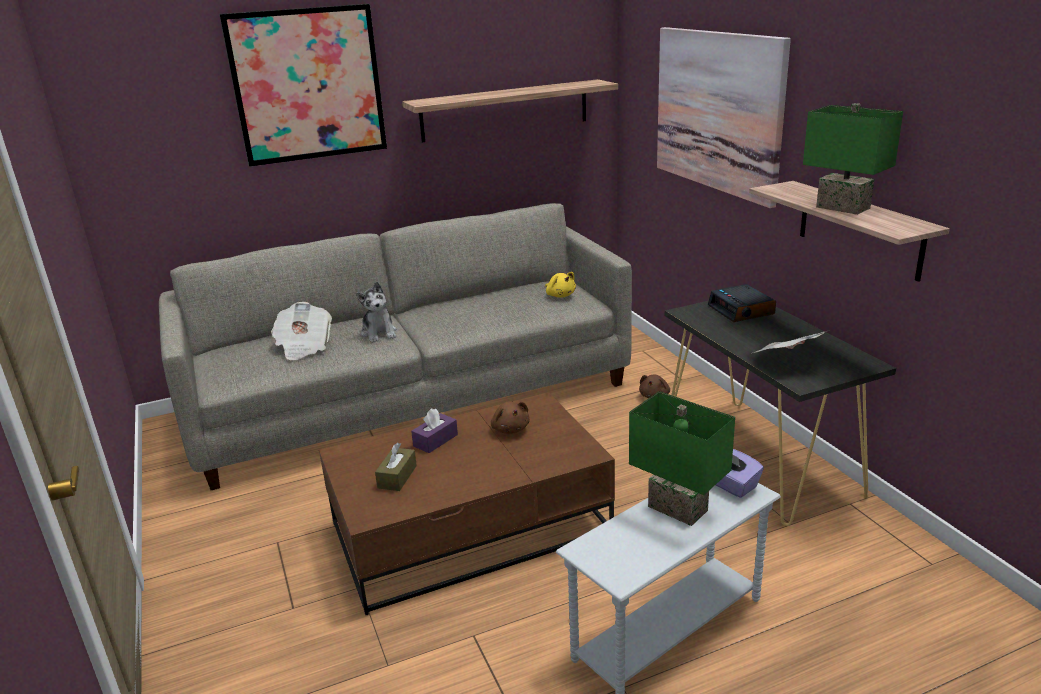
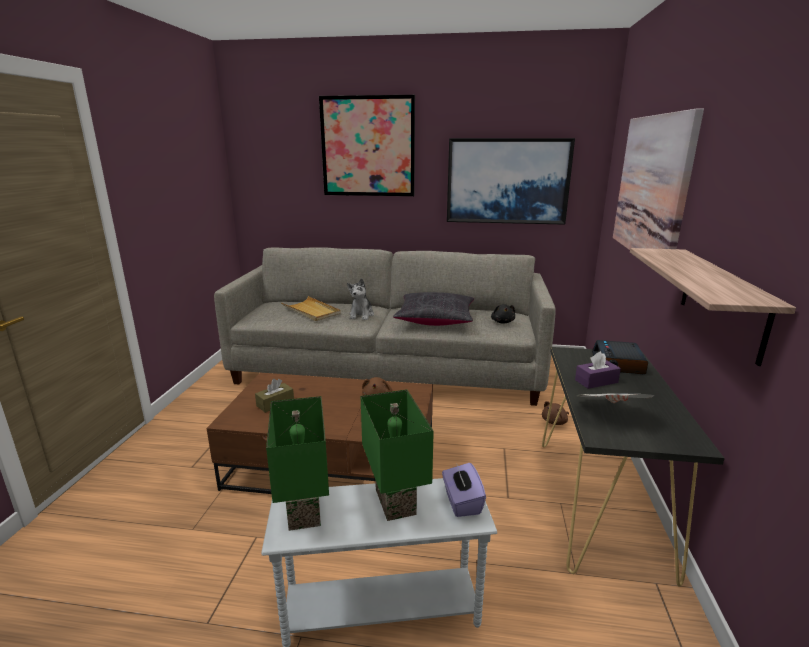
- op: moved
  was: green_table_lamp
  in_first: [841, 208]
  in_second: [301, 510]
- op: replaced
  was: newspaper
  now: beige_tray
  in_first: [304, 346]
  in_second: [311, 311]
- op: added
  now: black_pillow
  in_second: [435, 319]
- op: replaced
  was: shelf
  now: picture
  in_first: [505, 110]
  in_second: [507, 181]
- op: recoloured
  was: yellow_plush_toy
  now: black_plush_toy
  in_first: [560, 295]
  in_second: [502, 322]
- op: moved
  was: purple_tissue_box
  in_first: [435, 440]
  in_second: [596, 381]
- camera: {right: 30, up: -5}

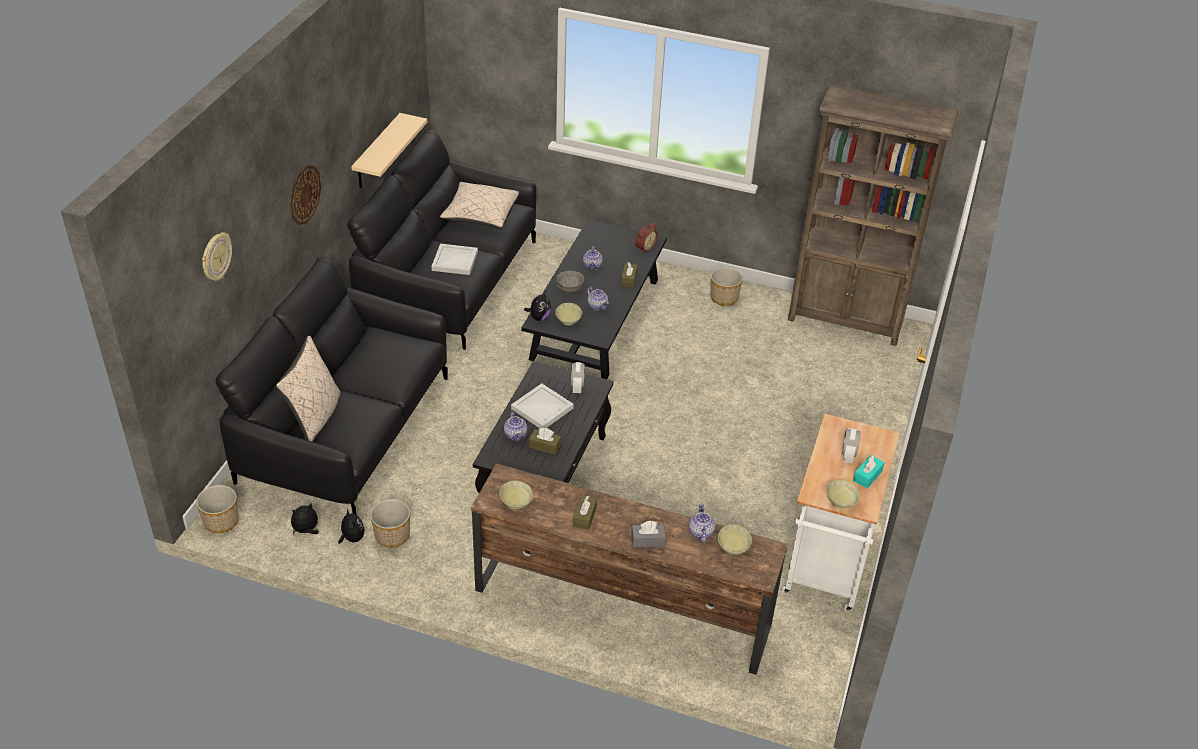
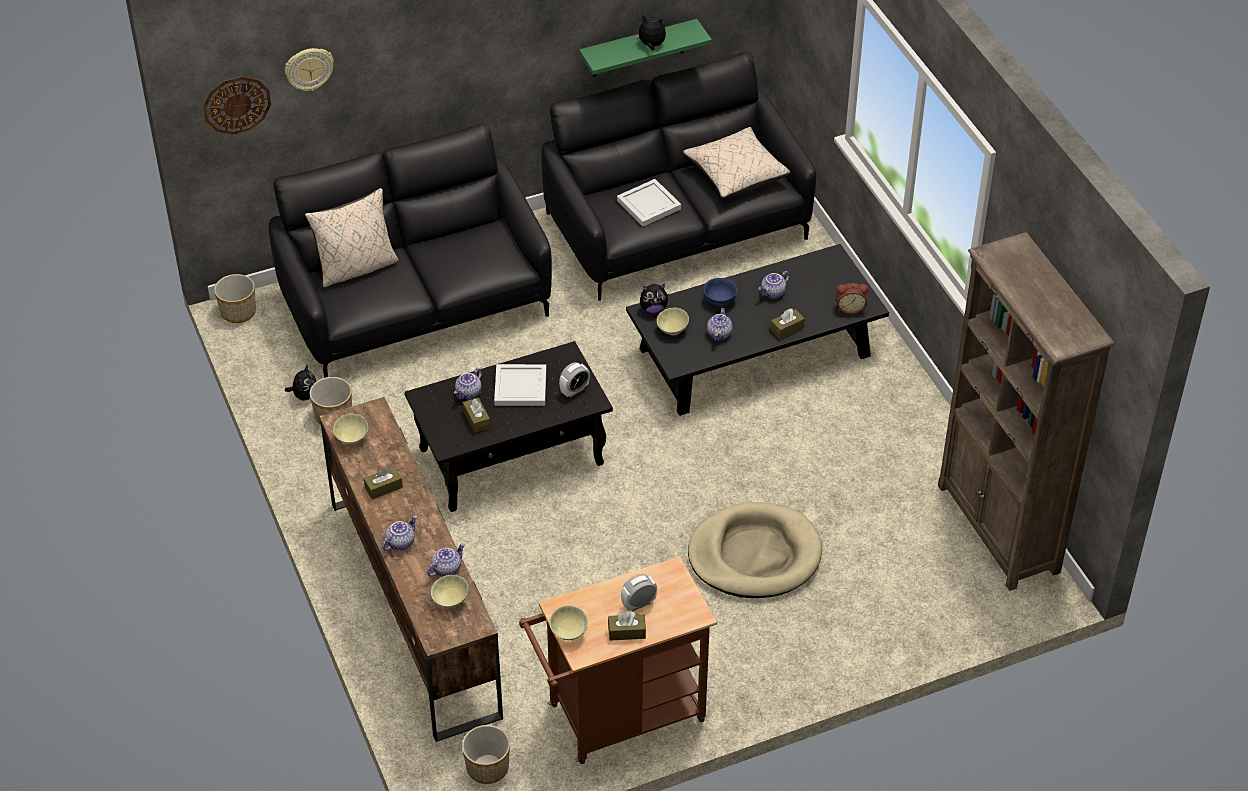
- op: moved
  was: wall_clock
  in_first: [304, 194]
  in_second: [236, 104]
- op: replaced
  was: grey_tissue_box
  now: teapot
  in_first: [647, 540]
  in_second: [400, 542]
- op: moved
  was: planter
  in_first: [723, 298]
  in_second: [487, 767]
- op: recoloured
  was: white_cart
  now: brown_cart
  in_first: [826, 568]
  in_second: [617, 717]
- op: recoloured
  was: beige_shelf
  now: green_shelf
  in_first: [377, 152]
  in_second: [638, 49]
- op: recoloured
  was: turquoise_tissue_box
  now: brown_tissue_box
  in_first: [867, 476]
  in_second: [627, 632]
- op: moved
  was: plush_toy
  in_first: [306, 530]
  in_second: [651, 45]
- op: added
  now: beige_dog_bed
  in_second: [754, 555]
- op: recoloured
  was: grey_bowl
  now: blue_bowl
  in_first: [569, 289]
  in_second: [719, 300]
- camera: {right: 50, up: 5}

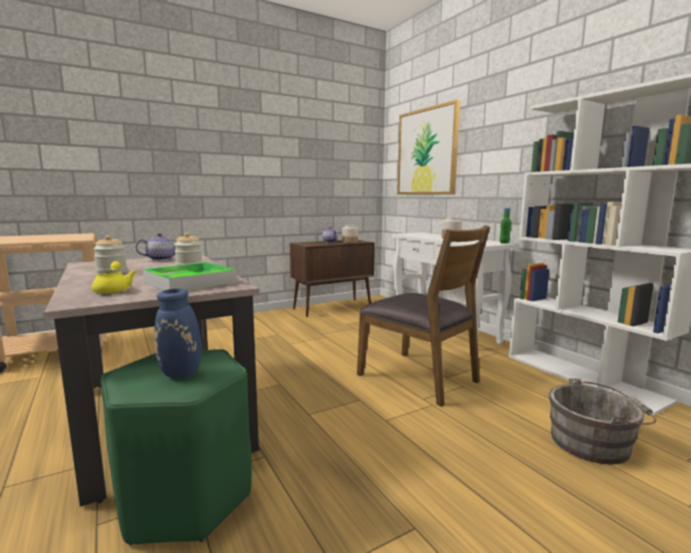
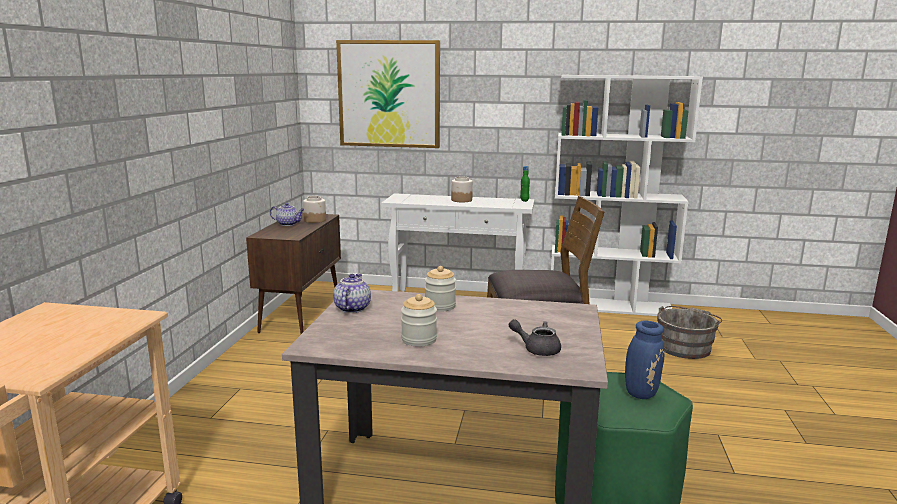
- op: recoloured
  was: yellow_teapot
  now: grey_teapot
  in_first: [114, 290]
  in_second: [537, 349]
- op: removed
  was: tray
  in_first: [190, 282]
- camera: {right: -50, up: 5}

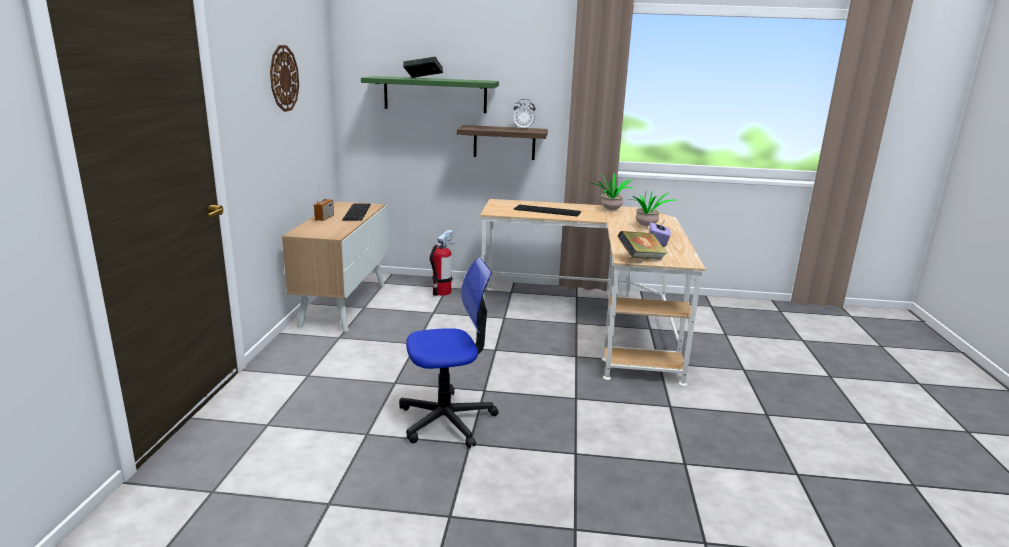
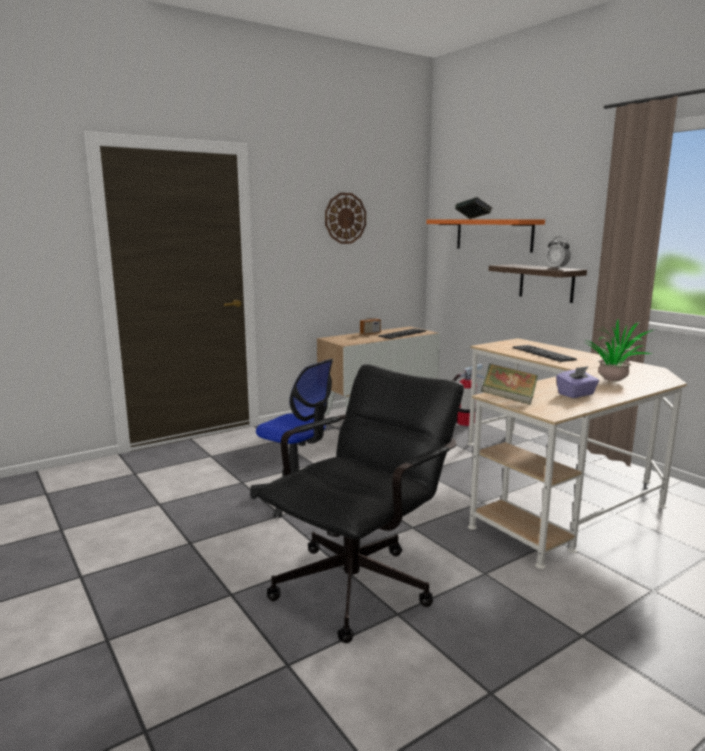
- op: added
  now: black_office_chair
  in_second: [362, 581]
- op: recoloured
  was: green_shelf
  now: orange_shelf
  in_first: [435, 94]
  in_second: [493, 235]
- camera: {right: 50, up: -5}

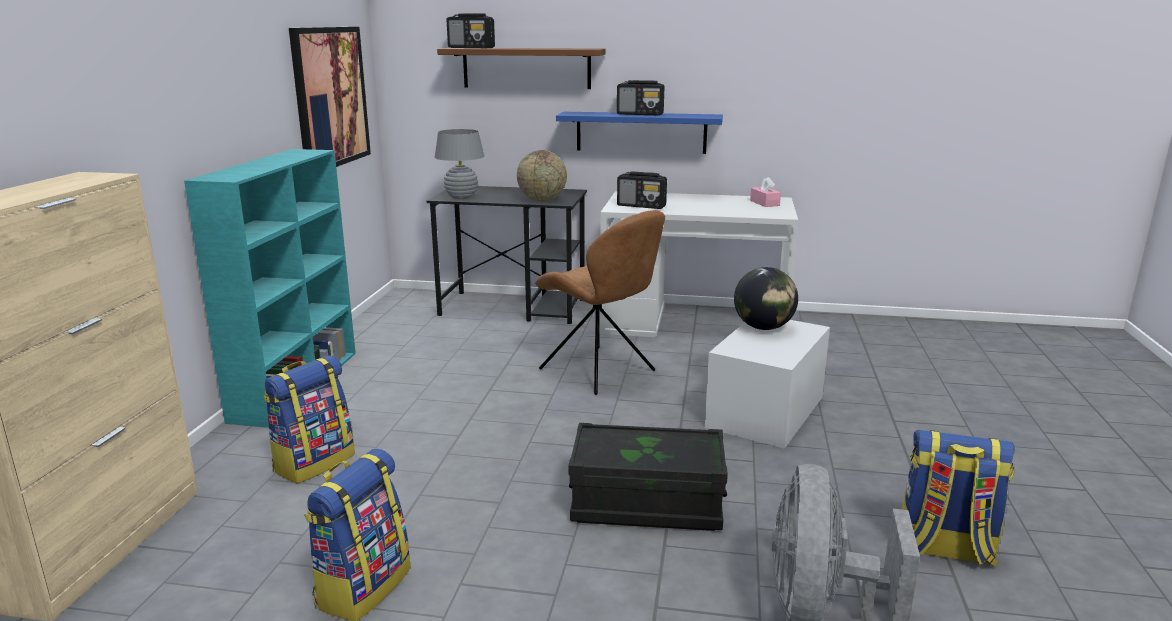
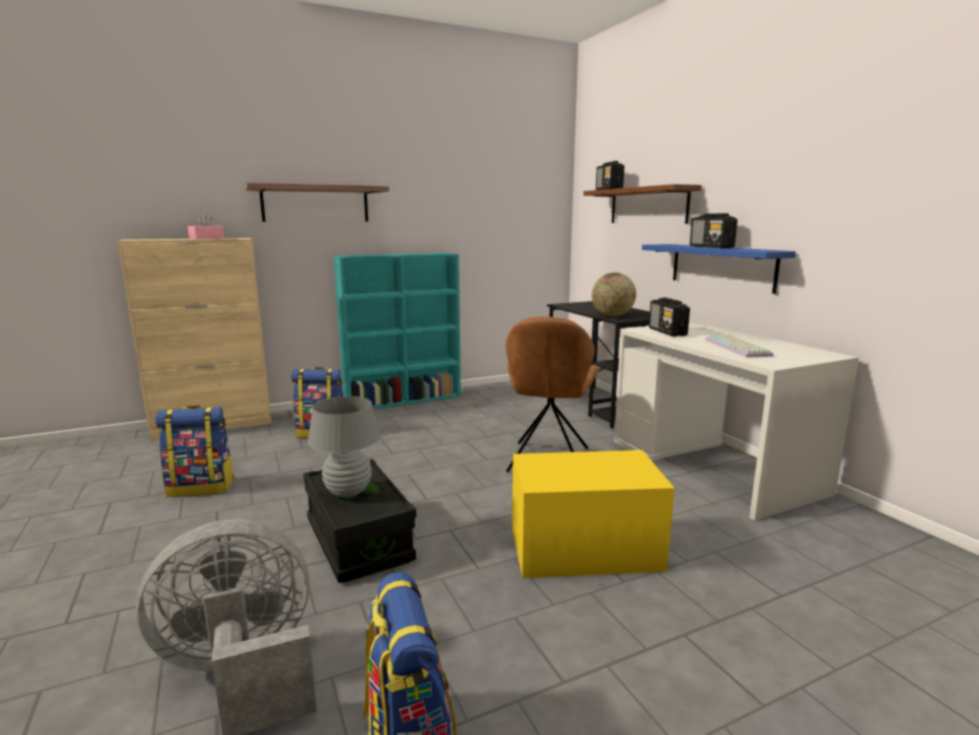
- op: moved
  was: pink_tissue_box
  in_first: [764, 203]
  in_second: [206, 238]
- op: added
  now: shelf
  in_second: [315, 204]
- op: moved
  was: grey_table_lamp
  in_first: [461, 197]
  in_second: [348, 491]
- op: recoloured
  was: white_storage_box
  now: yellow_storage_box
  in_first: [765, 411]
  in_second: [584, 548]
- op: added
  now: keyboard
  in_second: [739, 348]
- op: removed
  was: picture
  in_first: [330, 97]
- op: removed
  was: globe
  in_first: [763, 327]
- camera: {right: 55, up: -5}

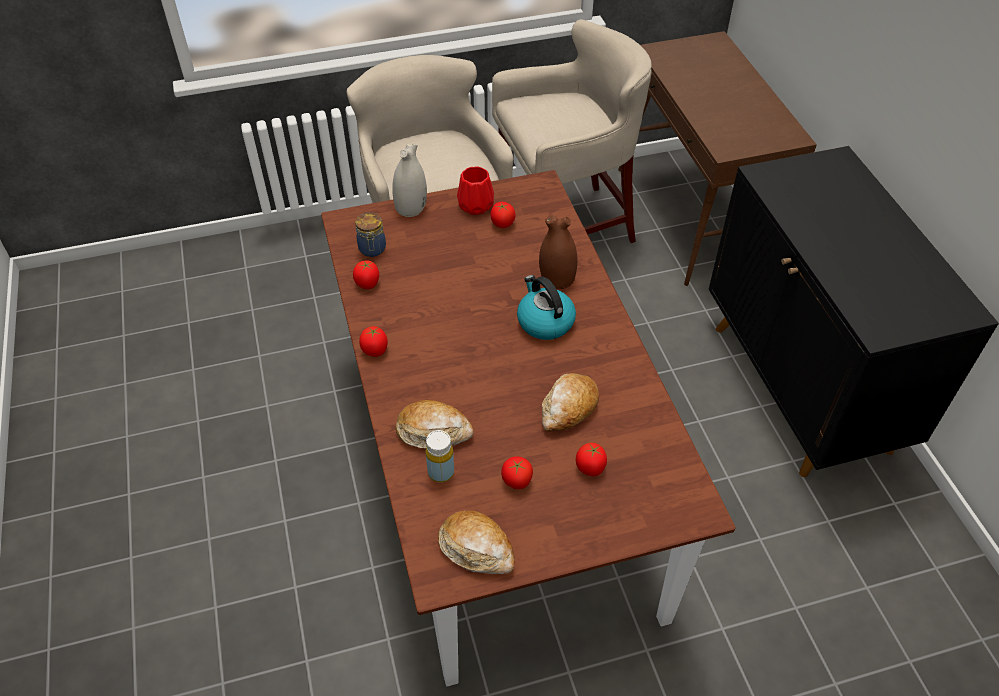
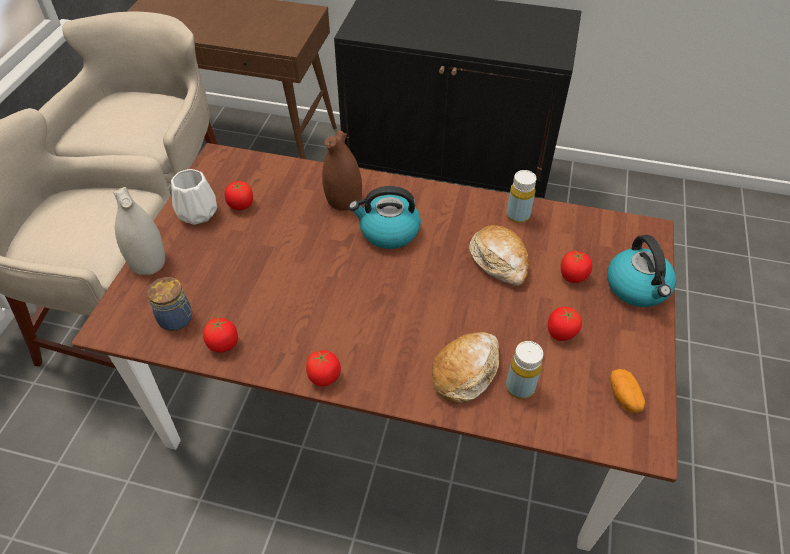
- op: recoloured
  was: red_vase
  now: white_vase
  in_first: [475, 205]
  in_second: [196, 213]
- op: added
  now: yellow_bottle
  in_second: [518, 215]
- op: added
  now: kettle
  in_second: [638, 288]
- op: replaced
  was: bread
  now: potato
  in_first: [477, 549]
  in_second: [624, 397]
- camera: {right: -60, up: 0}

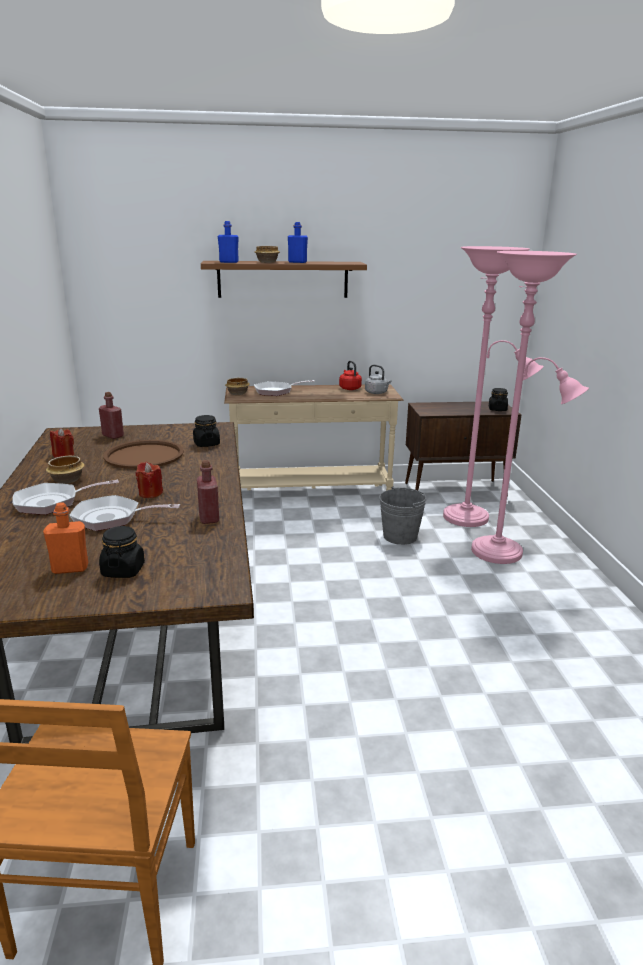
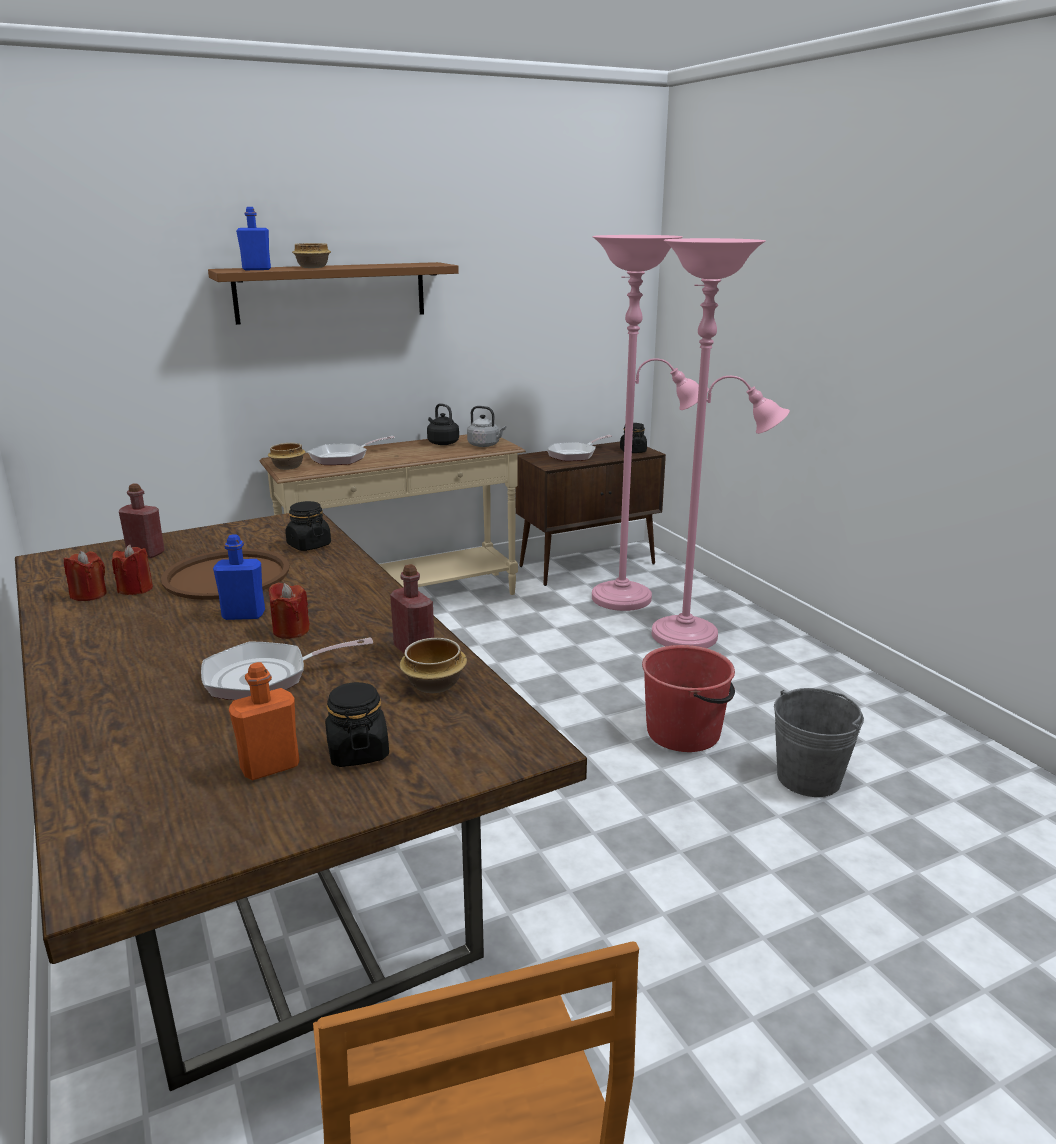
- op: added
  now: red_candle
  in_second: [136, 589]
- op: moved
  was: blue_bottle
  in_first: [297, 262]
  in_second: [243, 615]
- op: moved
  was: bowl
  in_first: [67, 480]
  in_second: [435, 685]
- op: recoloured
  was: red_kettle
  now: black_kettle
  in_first: [349, 388]
  in_second: [442, 443]
- op: moved
  was: frying_pan
  in_first: [52, 502]
  in_second: [575, 455]
- op: added
  now: red_bucket
  in_second: [684, 732]
- op: moved
  was: grey_bucket
  in_first: [400, 536]
  in_second: [808, 778]
- camera: {right: -20, up: 0}

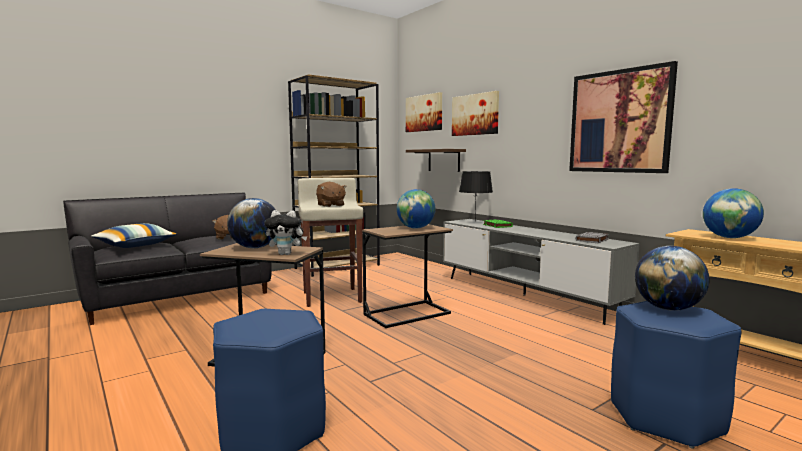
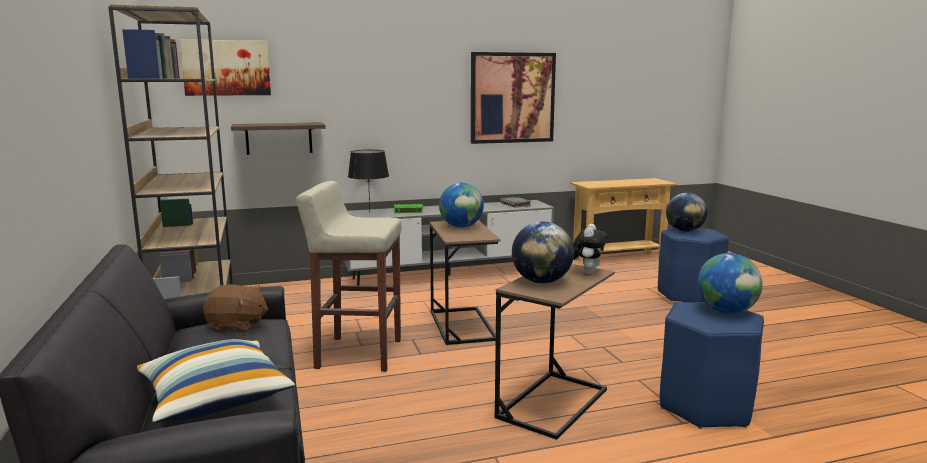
- op: moved
  was: globe
  in_first: [729, 237]
  in_second: [726, 311]
- op: removed
  was: brown_plush_toy
  in_first: [330, 205]
- op: removed
  was: picture
  in_first: [475, 114]
- camera: {right: -70, up: 5}

